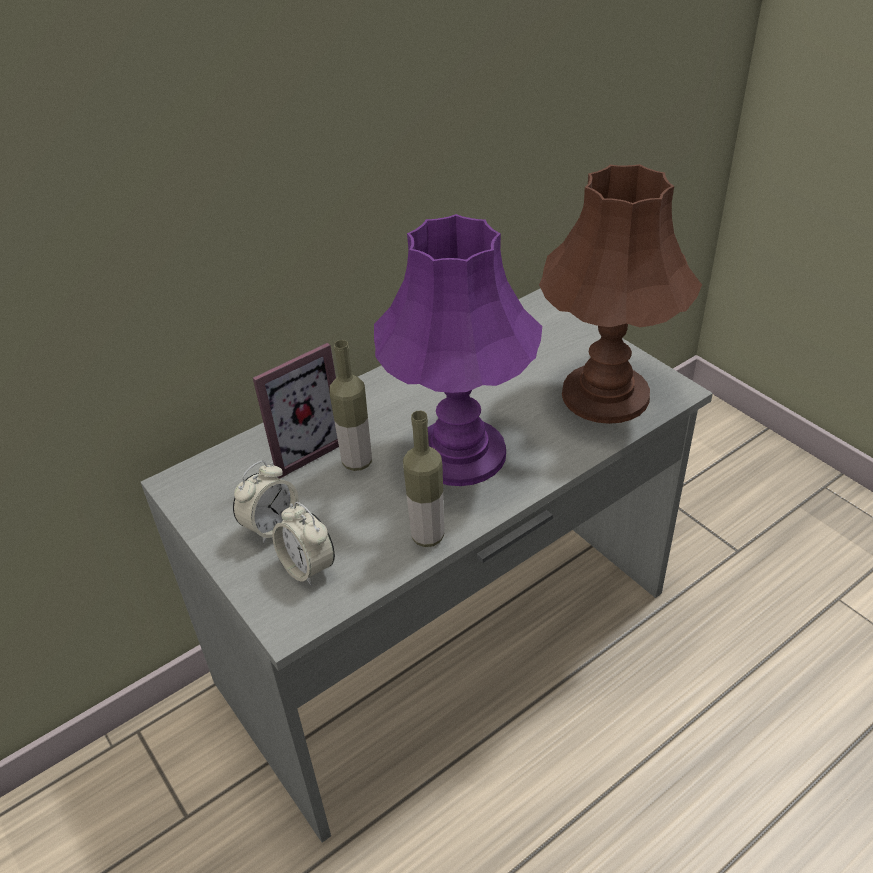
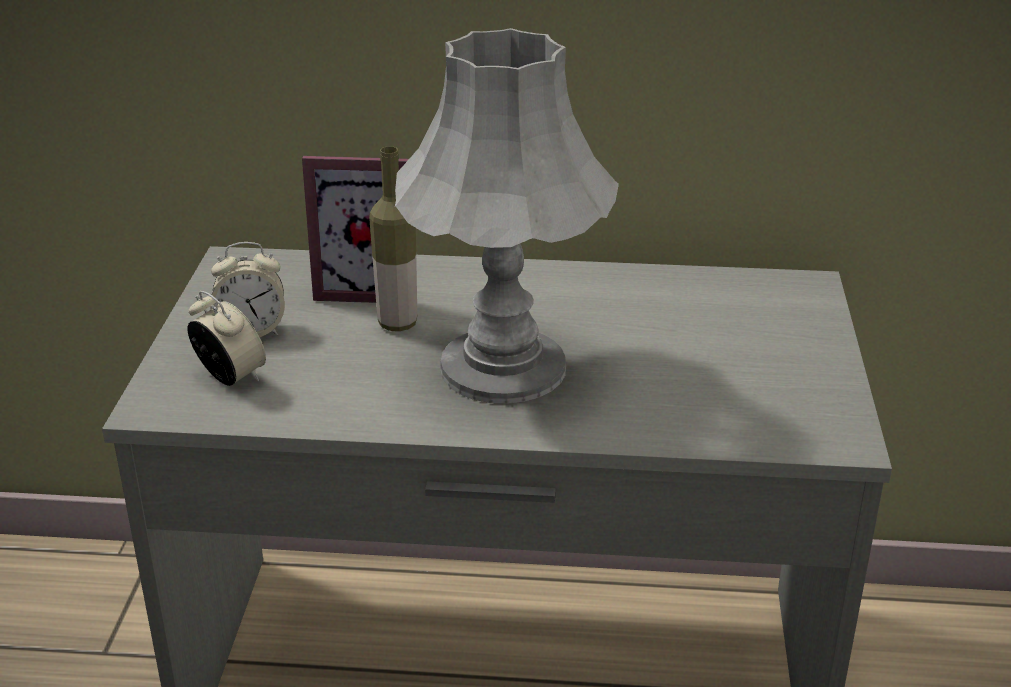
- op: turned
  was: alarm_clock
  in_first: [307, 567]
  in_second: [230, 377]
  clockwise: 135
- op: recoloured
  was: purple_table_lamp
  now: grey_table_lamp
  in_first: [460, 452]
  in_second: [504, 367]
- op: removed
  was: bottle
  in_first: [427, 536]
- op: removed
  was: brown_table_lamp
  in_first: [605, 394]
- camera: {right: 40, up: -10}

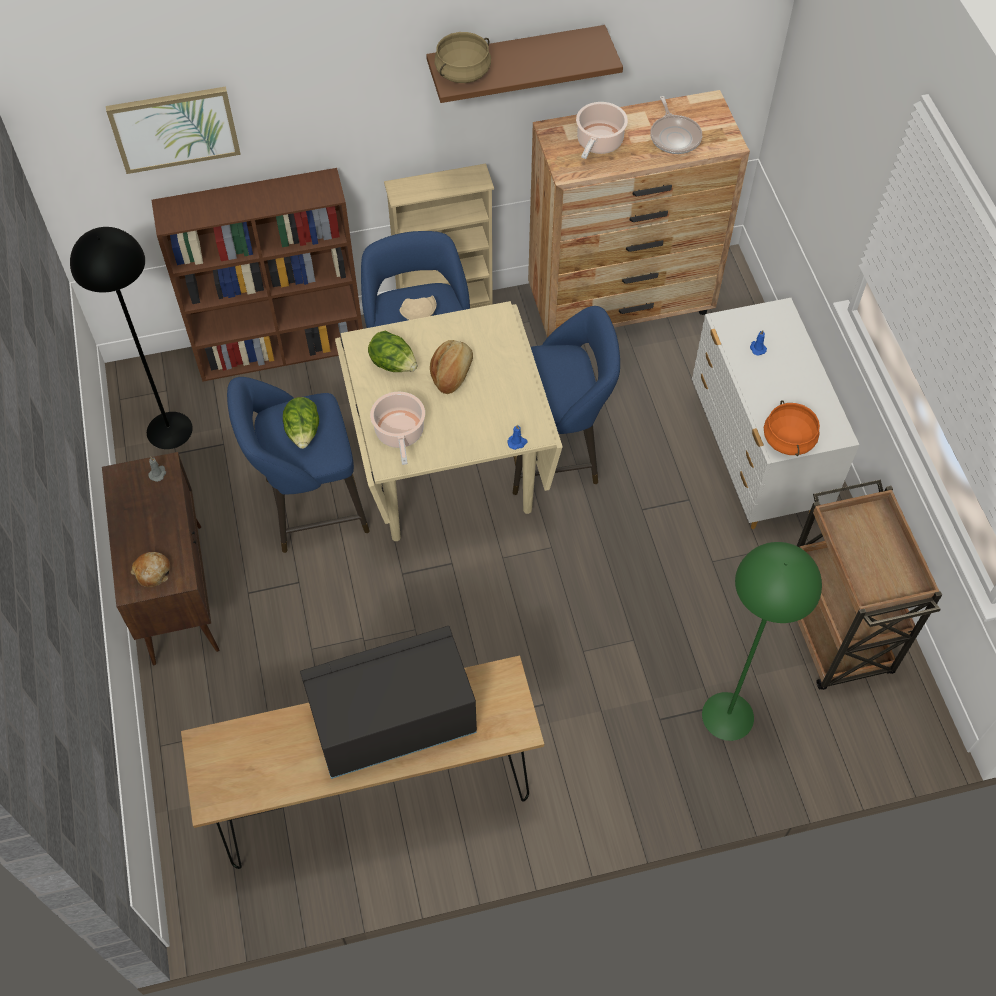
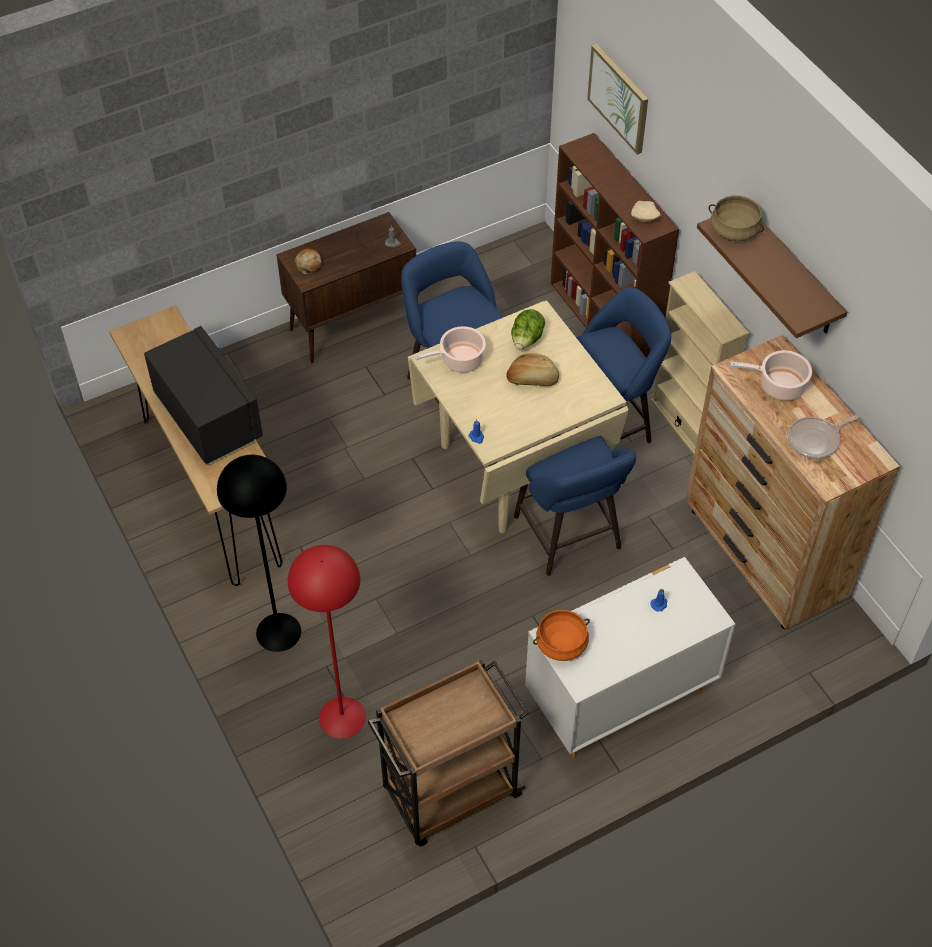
- op: moved
  was: black_floor_lamp
  in_first: [170, 430]
  in_second: [279, 632]
- op: recoloured
  was: green_floor_lamp
  now: red_floor_lamp
  in_first: [727, 716]
  in_second: [341, 717]
- op: moved
  was: beige_plate
  in_first: [419, 314]
  in_second: [644, 217]
- op: removed
  was: lettuce
  in_first: [303, 432]
- camera: {right: 75, up: -5}

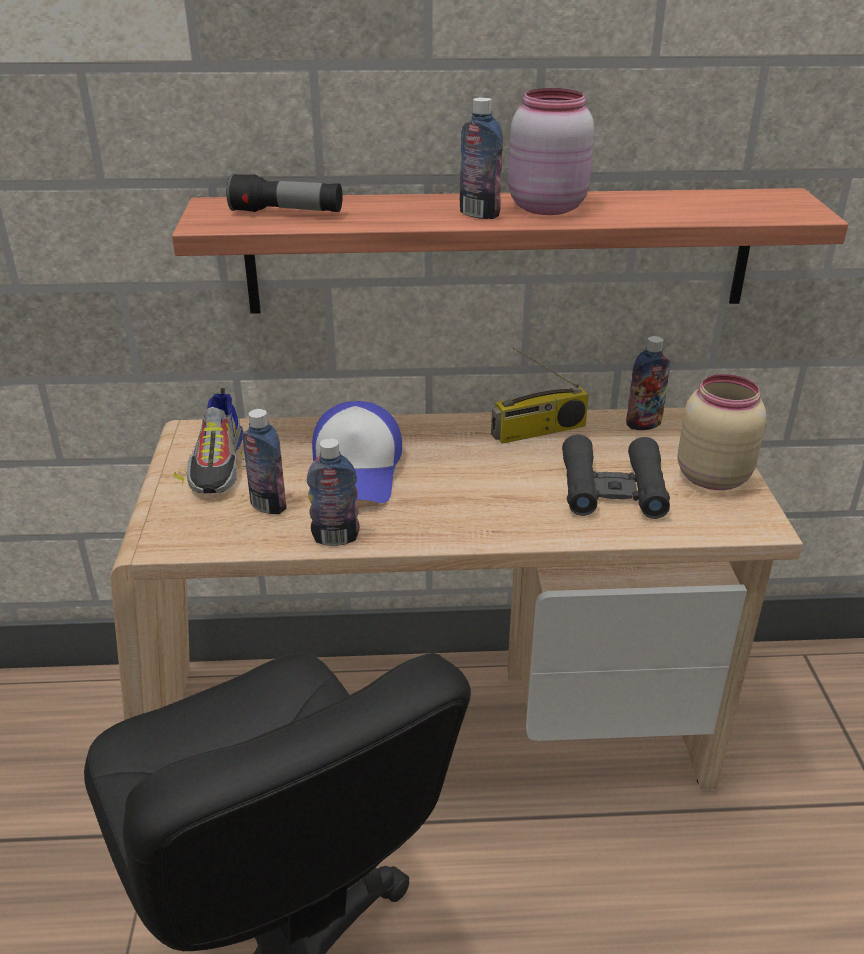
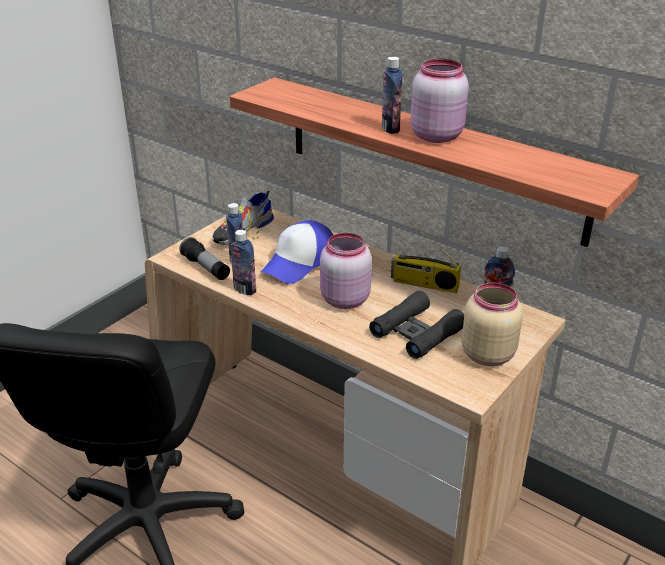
- op: moved
  was: flashlight
  in_first: [287, 213]
  in_second: [206, 268]
- op: added
  now: pink_jar
  in_second: [343, 299]
- camera: {right: 40, up: 0}

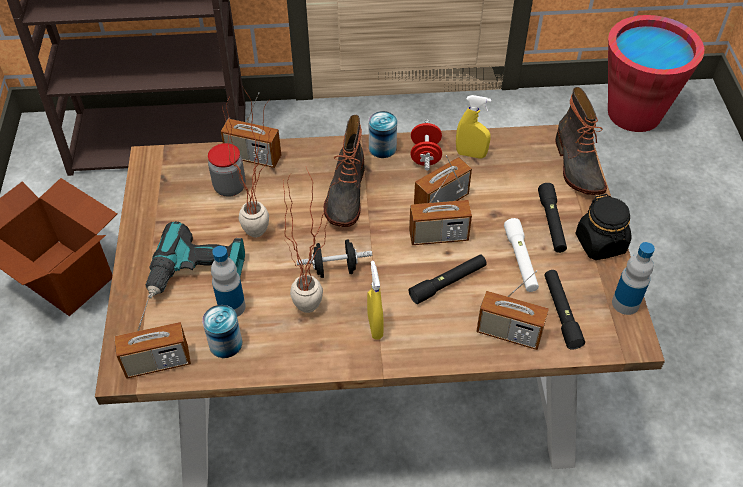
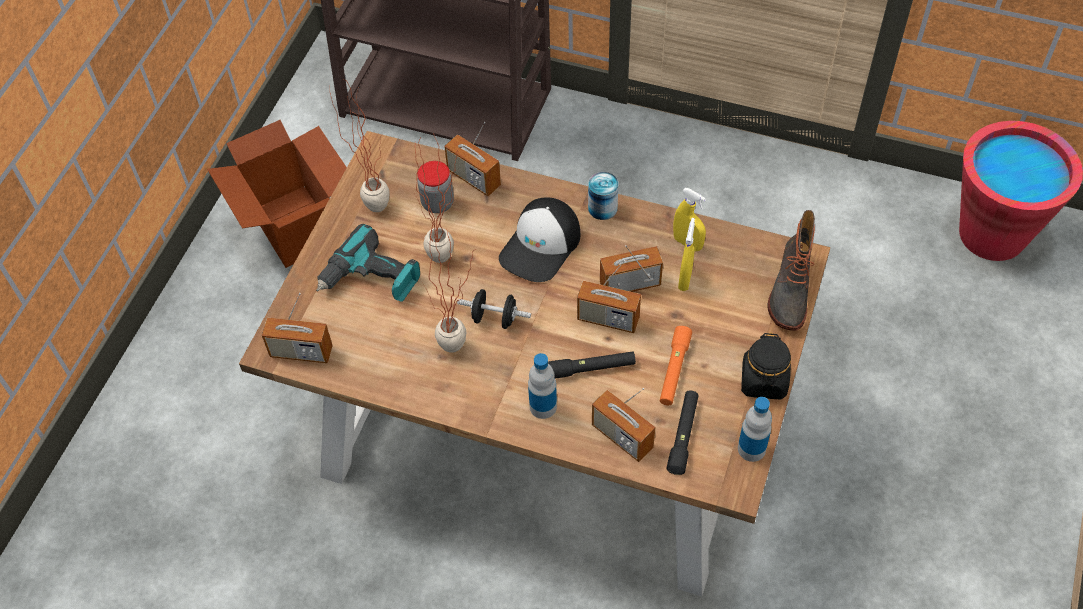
- op: added
  now: potted_plant
  in_second: [373, 201]
- op: replaced
  was: boot
  now: cap
  in_first: [345, 194]
  in_second: [541, 246]
- op: moved
  was: bottle
  in_first: [232, 307]
  in_second: [543, 406]
- op: recoloured
  was: white_flashlight
  now: orange_flashlight
  in_first: [520, 260]
  in_second: [674, 370]
- op: moved
  was: yellow_spray_bottle
  in_first: [375, 326]
  in_second: [685, 279]
- op: removed
  was: can
  in_first: [225, 343]
- op: removed
  was: red_dumbbell
  in_first: [425, 155]
- op: removed
  was: black_flashlight
  in_first: [551, 223]
- camera: {right: 25, up: 5}

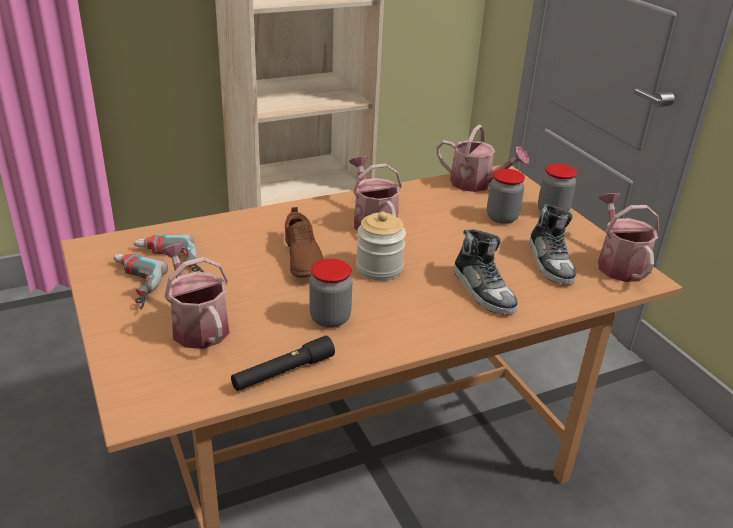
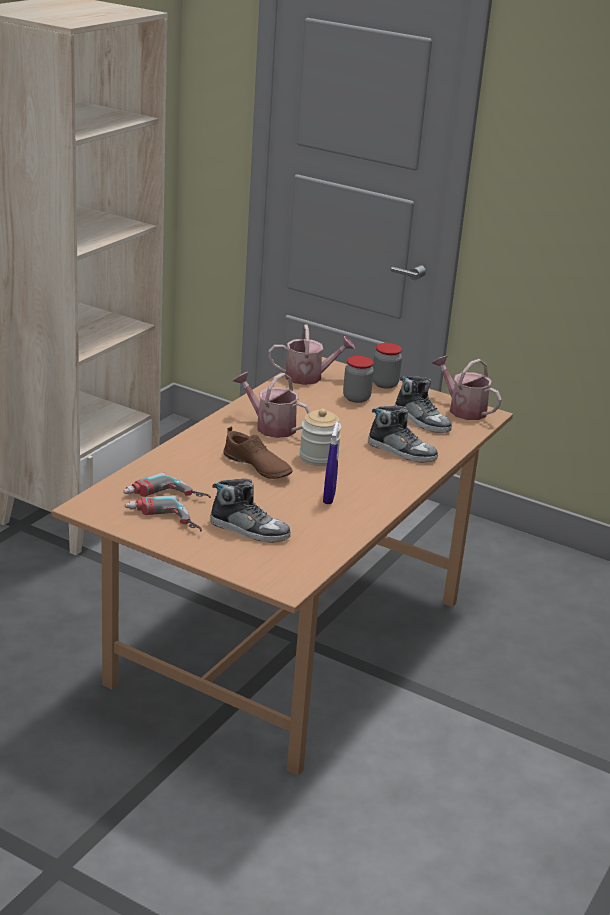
- op: replaced
  was: watering_can
  now: shoe
  in_first: [197, 325]
  in_second: [249, 529]
- op: replaced
  was: jar
  now: blue_spray_bottle
  in_first: [330, 318]
  in_second: [329, 498]
- op: removed
  was: black_flashlight
  in_first: [283, 372]
- camera: {right: -35, up: -5}

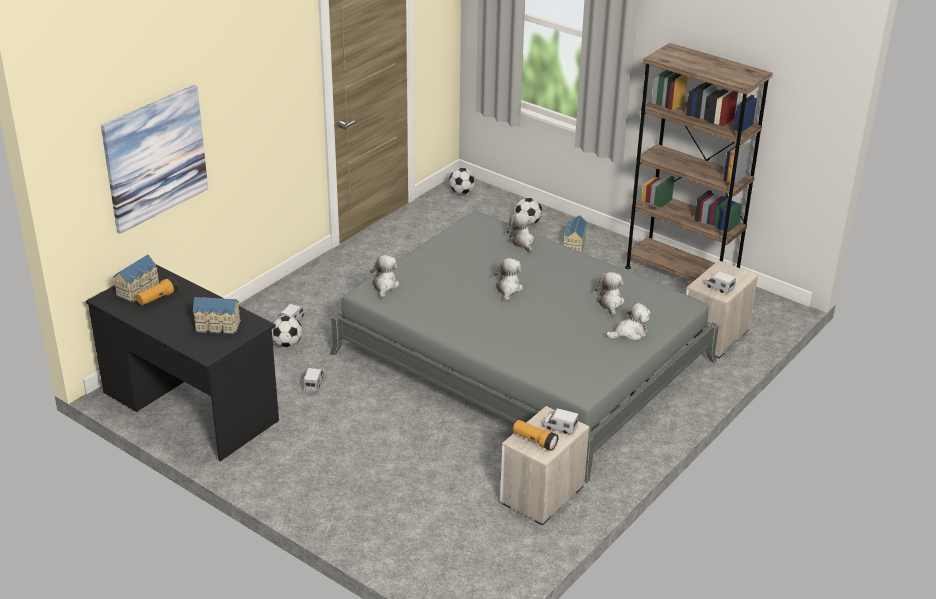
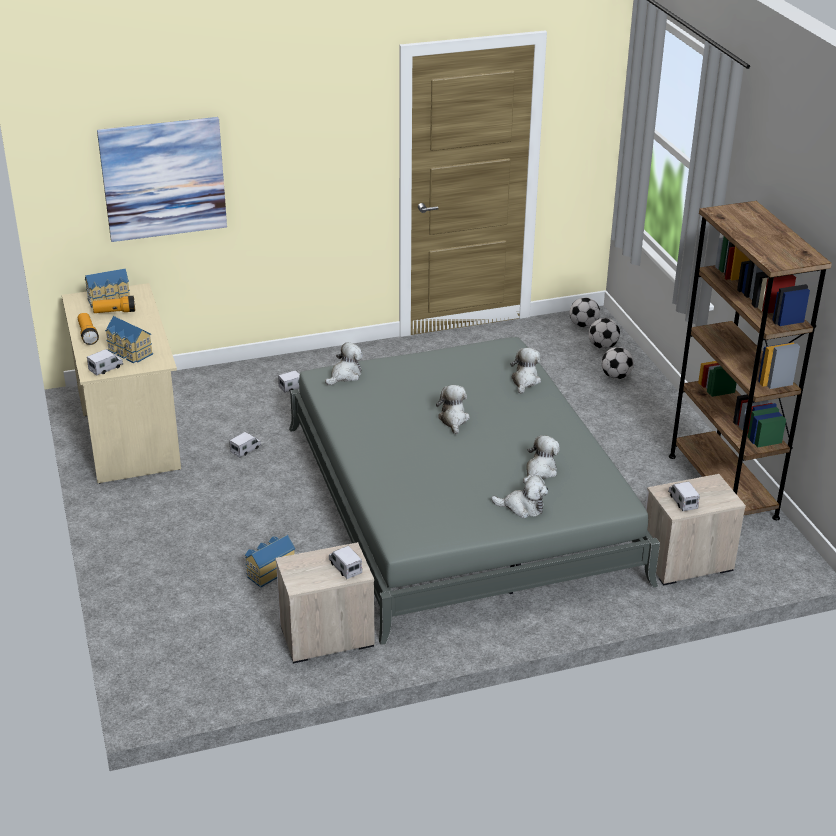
- op: recoloured
  was: black_desk
  now: beige_desk
  in_first: [190, 406]
  in_second: [128, 428]
- op: moved
  was: flashlight
  in_first: [534, 441]
  in_second: [88, 335]
- op: added
  now: toy_truck
  in_second: [106, 368]
- op: moved
  was: toy_house
  in_first: [573, 244]
  in_second: [269, 571]
- op: turned
  was: plush_toy
  in_first: [508, 289]
  in_second: [453, 420]
  clockwise: -45
- op: moved
  was: football
  in_first: [287, 344]
  in_second: [603, 346]
- camera: {right: 35, up: 0}

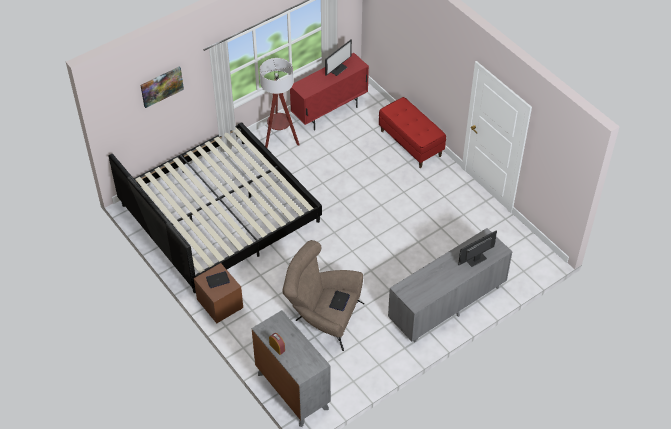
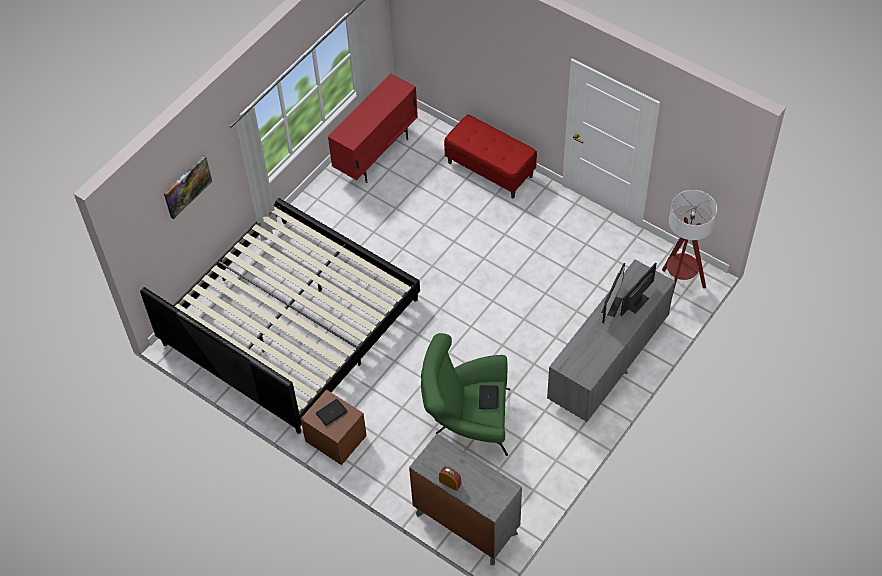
- op: recoloured
  was: brown_armchair
  now: green_armchair
  in_first: [322, 317]
  in_second: [467, 421]
- op: moved
  was: monitor
  in_first: [338, 69]
  in_second: [611, 305]
- op: moved
  was: floor_lamp
  in_first: [280, 141]
  in_second: [678, 288]
- camera: {right: -15, up: 5}

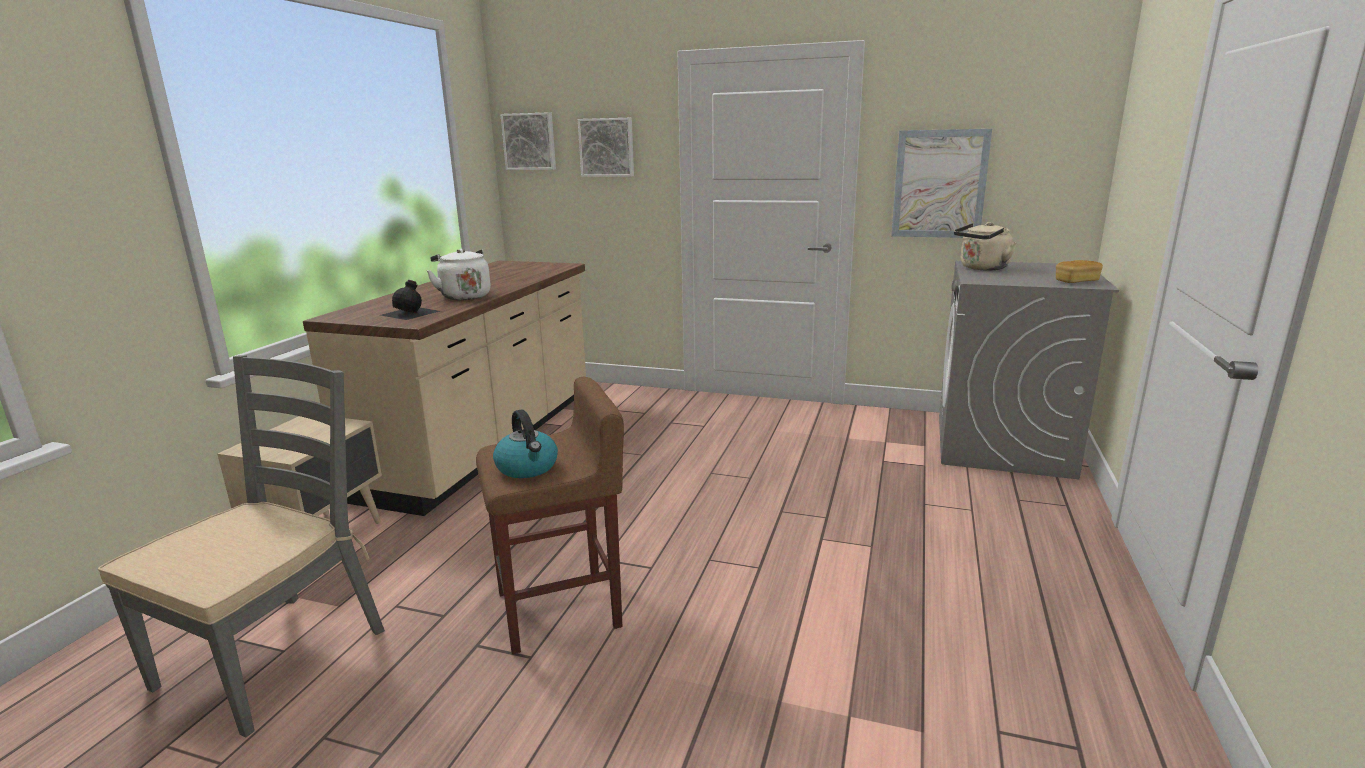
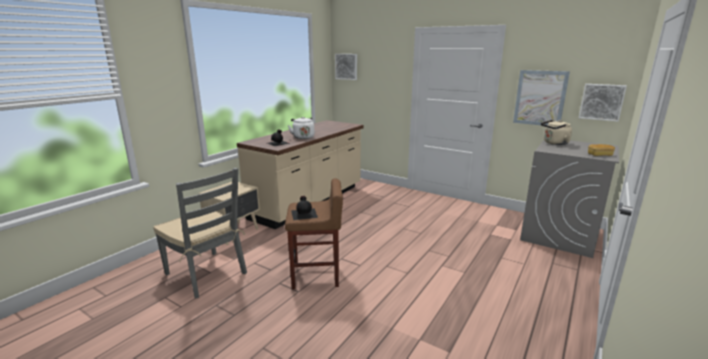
- op: turned
  was: grey_chair
  in_first: [274, 657]
  in_second: [206, 274]
  clockwise: 90
- op: replaced
  was: kettle
  now: black_bottle
  in_first: [528, 467]
  in_second: [304, 213]
- op: moved
  was: picture
  in_first: [607, 147]
  in_second: [601, 102]
- camera: {right: 15, up: 0}

